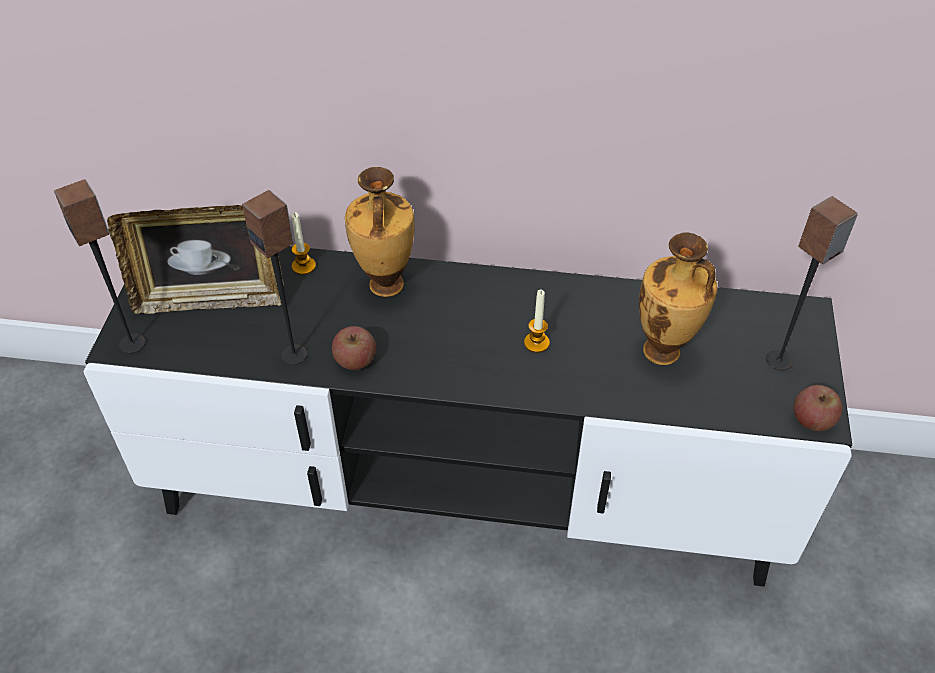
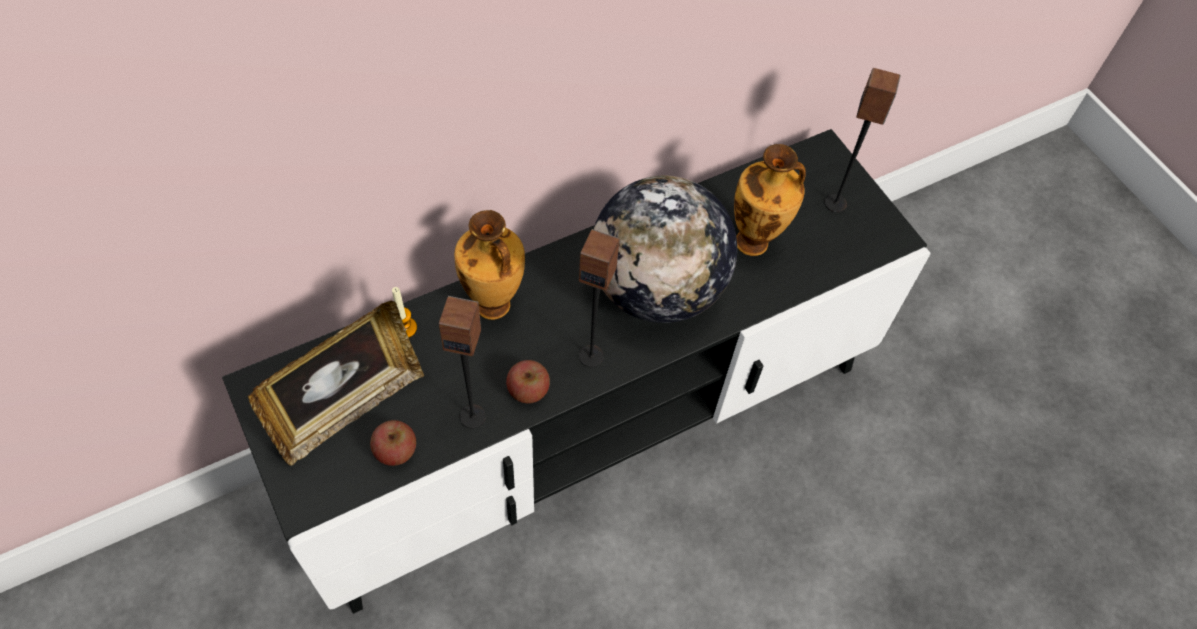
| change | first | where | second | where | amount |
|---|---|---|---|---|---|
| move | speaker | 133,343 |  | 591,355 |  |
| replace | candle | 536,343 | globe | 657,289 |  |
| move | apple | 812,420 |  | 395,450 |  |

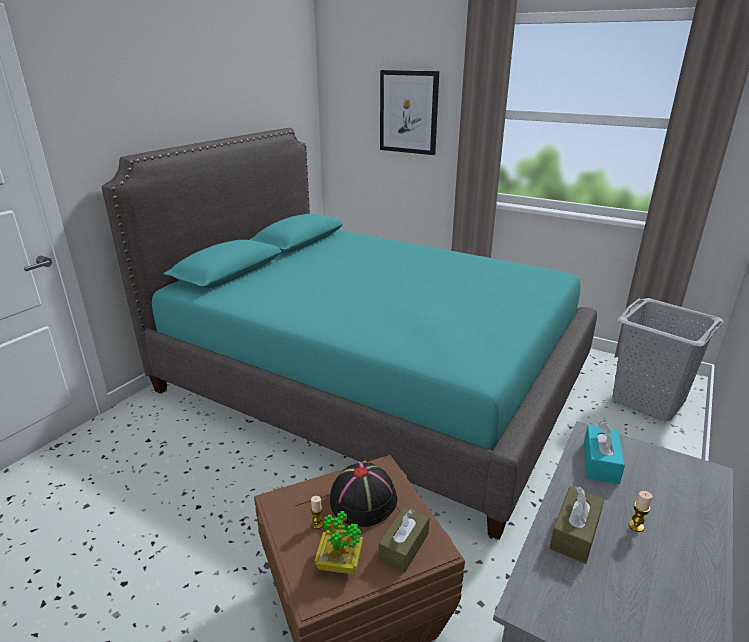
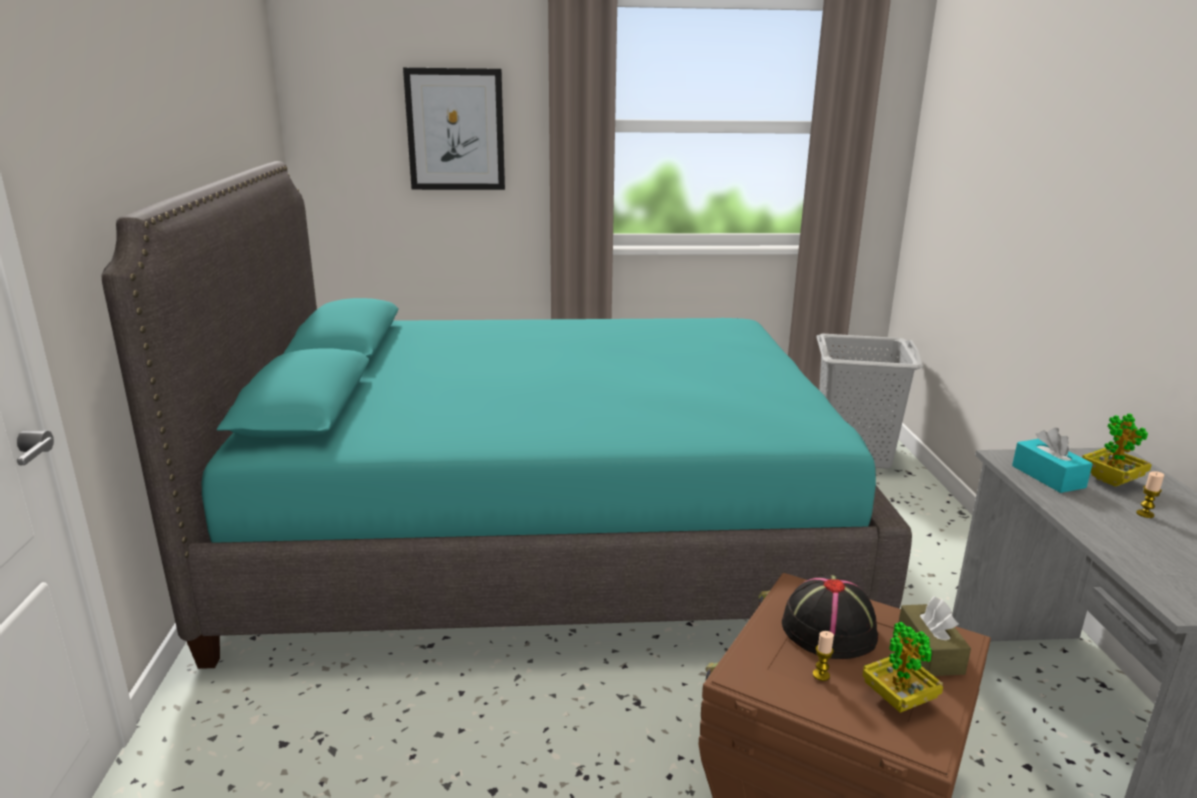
| change | first | where | second | where | amount |
|---|---|---|---|---|---|
| delete | brown tissue box | 574,533 |  |  |  |
| insert |  |  | potted plant | 1111,480 |  |

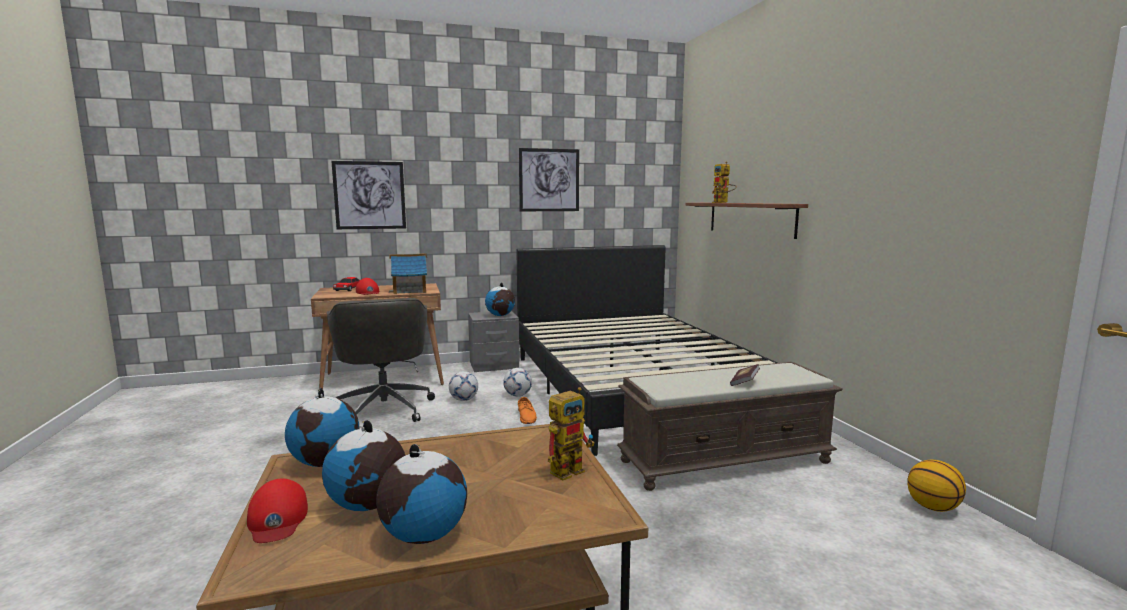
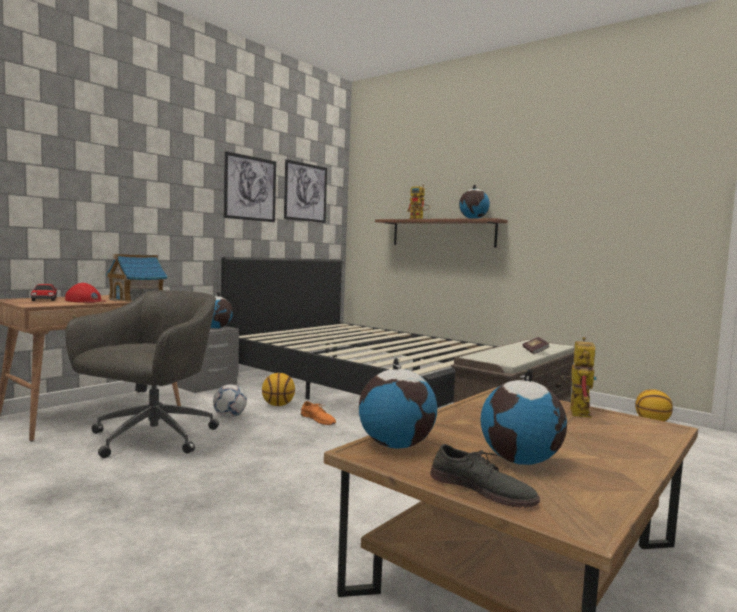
| change | first | where | second | where | amount |
|---|---|---|---|---|---|
| move | picture | 369,195 |  | 305,192 |  |
| rotate | grey office chair | 384,408 |  | 150,438 | 105 degrees counterclockwise |
| replace | football | 518,395 | basketball | 278,405 |  |
| move | globe | 423,535 |  | 473,219 |  |
| replace | red cap | 277,519 | grey shoe | 482,489 |  |

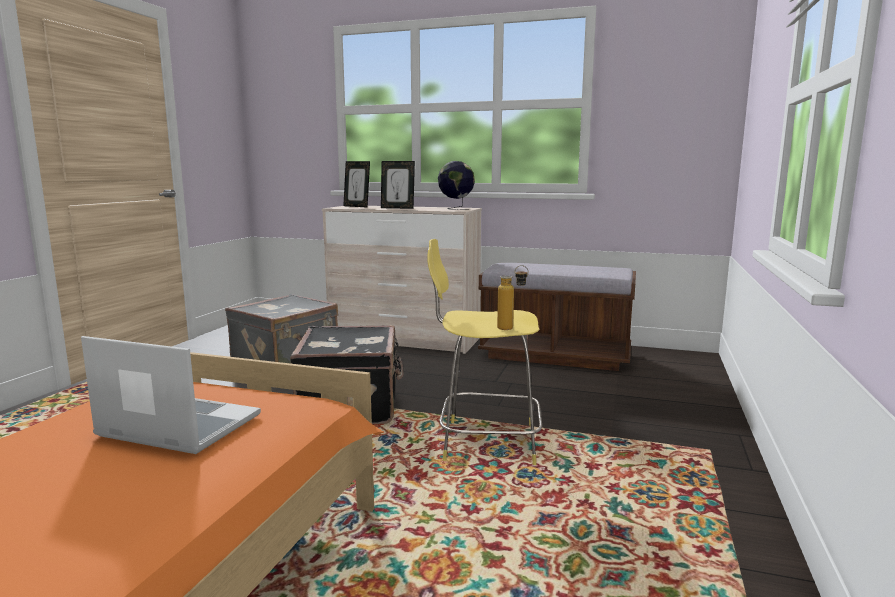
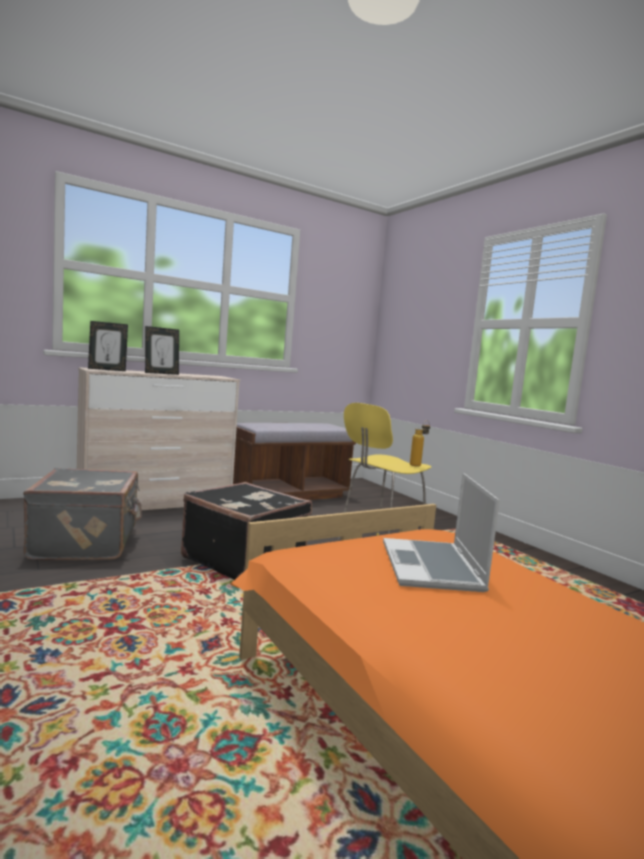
| change | first | where | second | where | amount |
|---|---|---|---|---|---|
| delete | globe | 456,208 |  |  |  |
| rotate | laptop | 176,427 |  | 433,568 | 60 degrees counterclockwise |

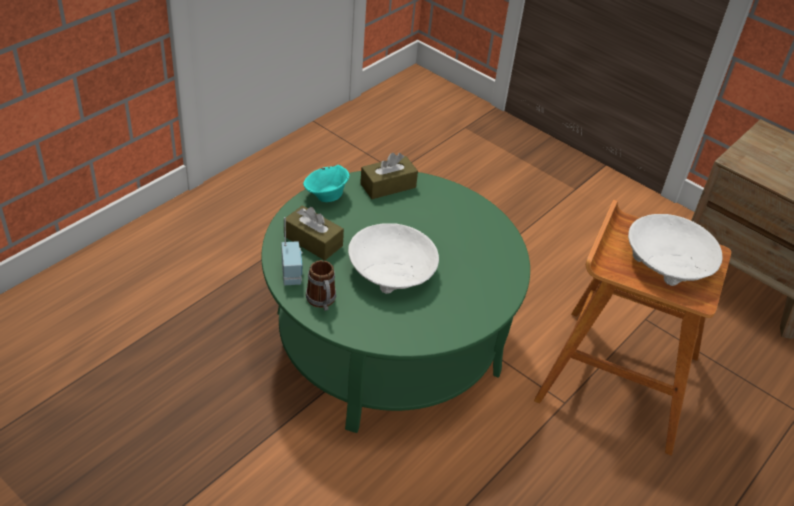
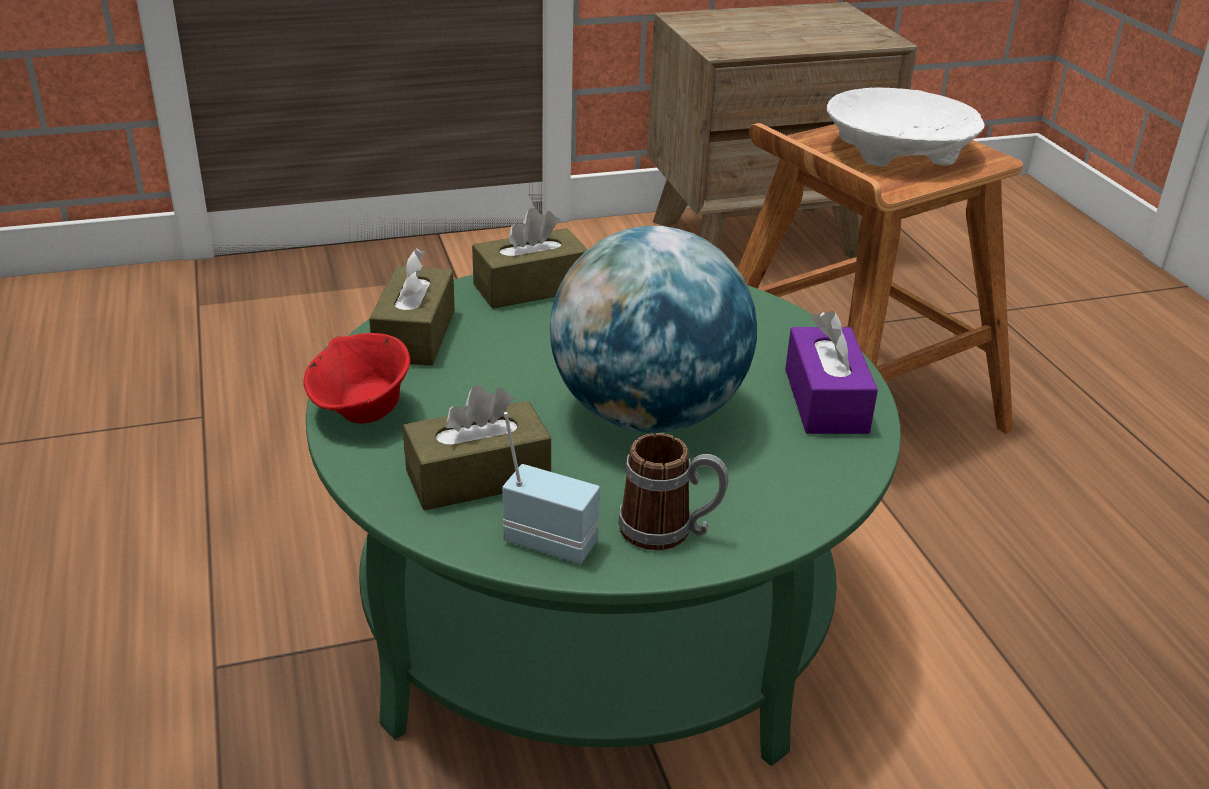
| change | first | where | second | where | amount |
|---|---|---|---|---|---|
| recolor | turquoise bowl | 326,196 | red bowl | 362,412 |  |
| replace | white bowl | 392,269 | globe | 647,415 |  |
| insert |  |  | brown tissue box | 530,287 |  |
| insert |  |  | purple tissue box | 825,400 |  |

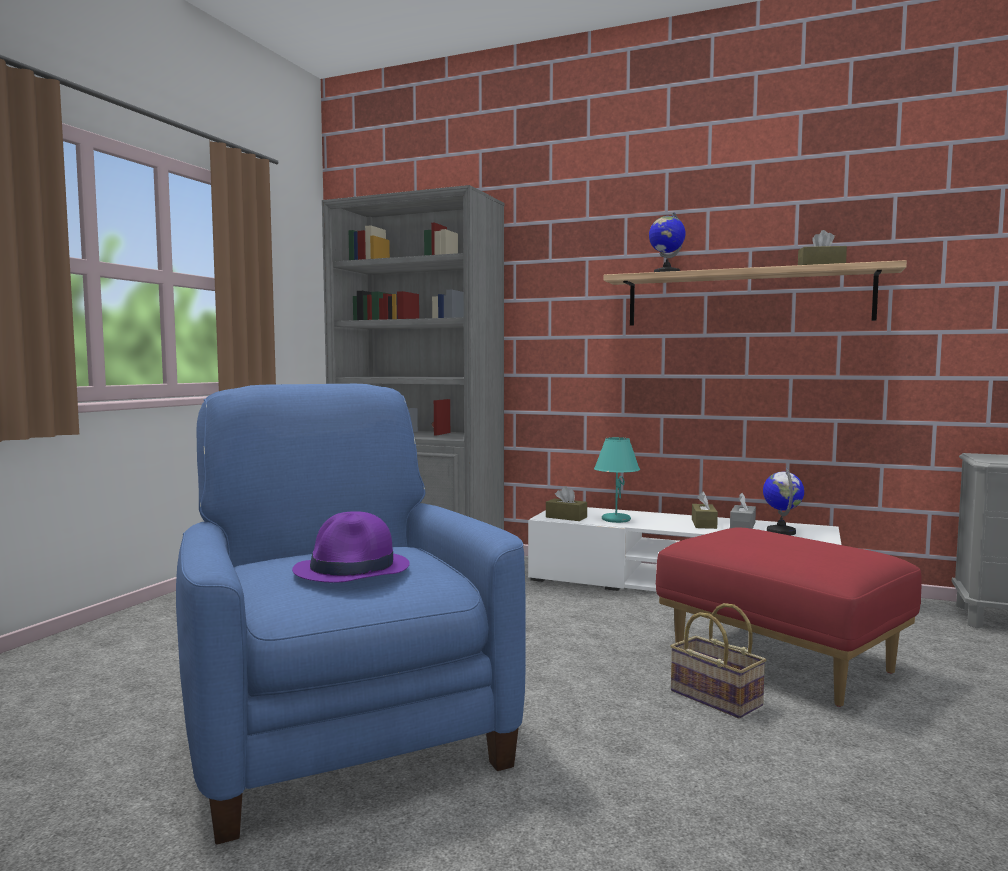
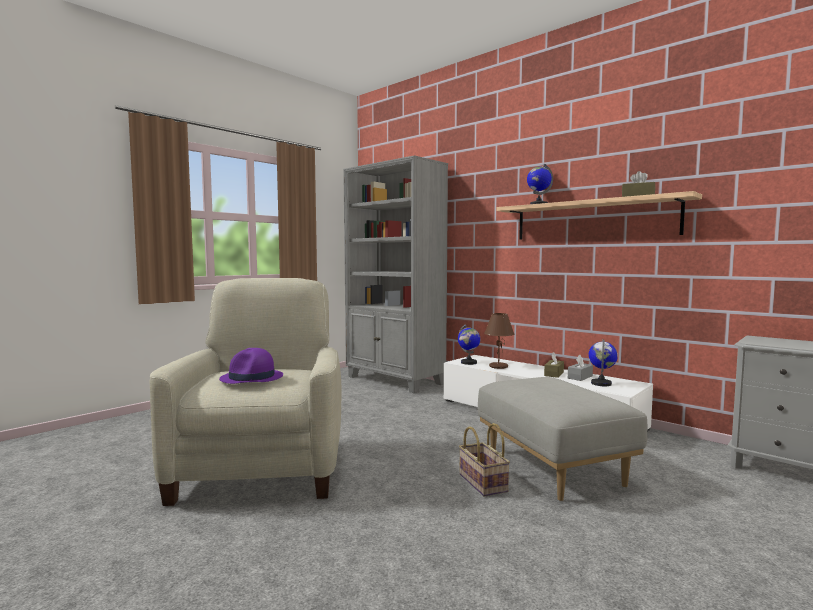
| change | first | where | second | where | amount |
|---|---|---|---|---|---|
| recolor | blue armchair | 343,733 | beige armchair | 263,467 |  |
| recolor | turquoise table lamp | 615,519 | brown table lamp | 498,366 |  |
| replace | brown tissue box | 566,517 | globe | 468,363 |  |
| recolor | red ottoman | 778,660 | grey ottoman | 551,467 |  |

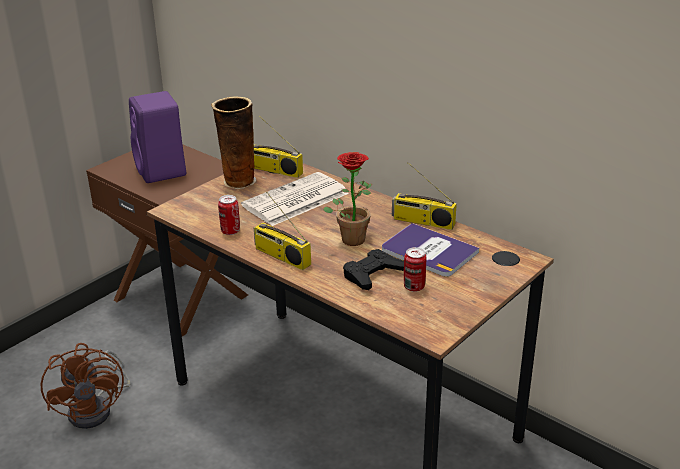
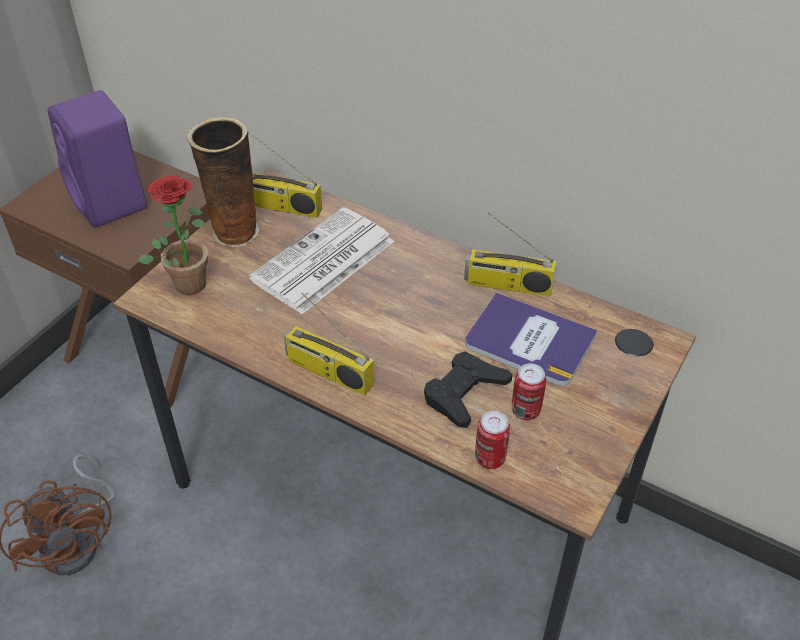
| change | first | where | second | where | amount |
|---|---|---|---|---|---|
| move | potted plant | 351,237 |  | 188,279 |  |
| move | can | 230,231 |  | 490,458 |  |

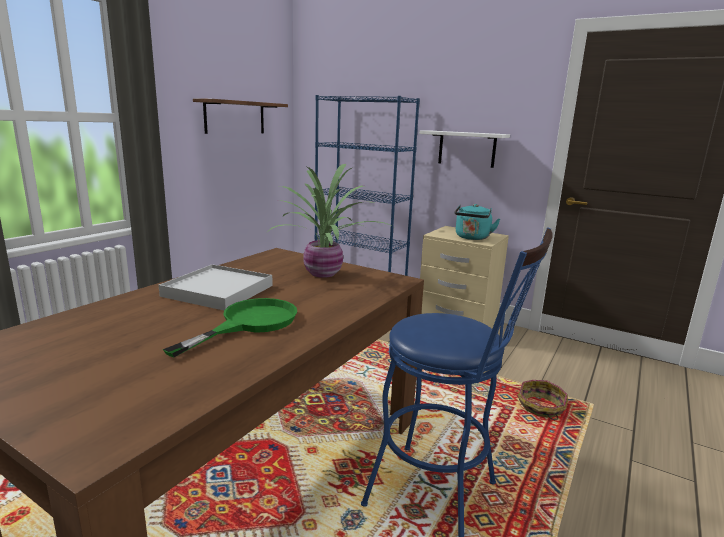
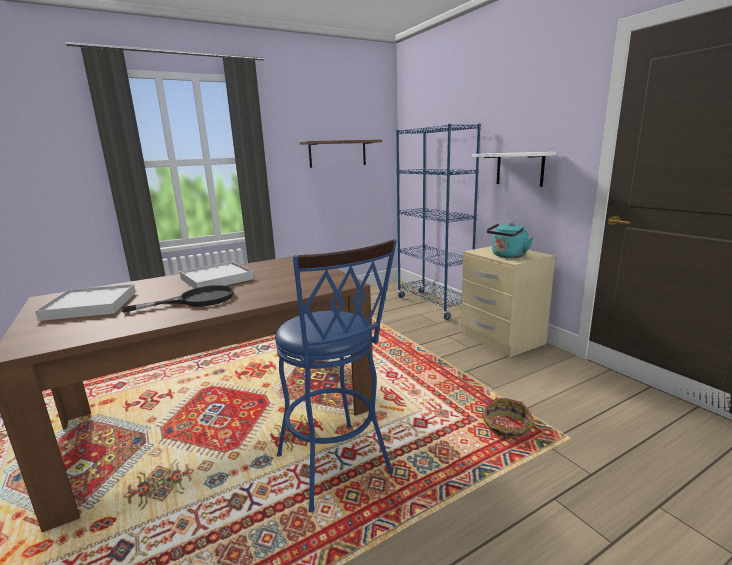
| change | first | where | second | where | amount |
|---|---|---|---|---|---|
| delete | potted plant | 325,274 |  |  |  |
| recolor | green frying pan | 249,323 | black frying pan | 197,300 |  |
| insert |  |  | white tray | 90,305 |  |

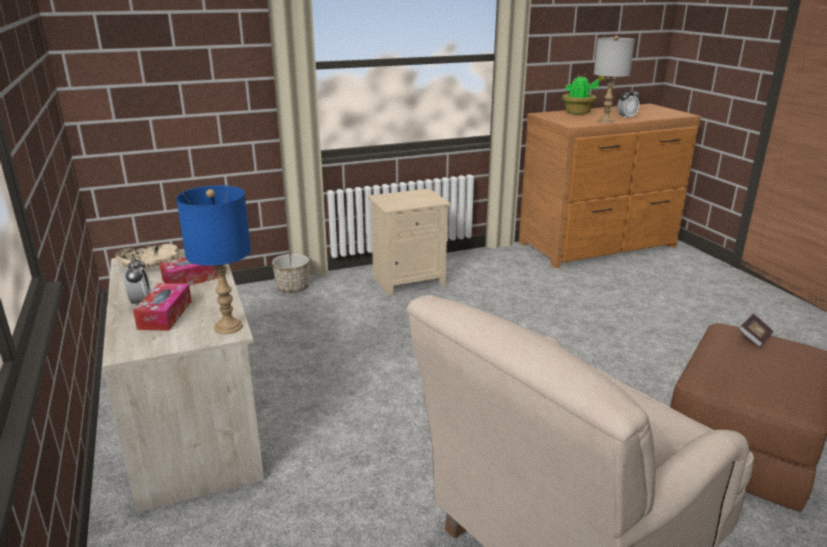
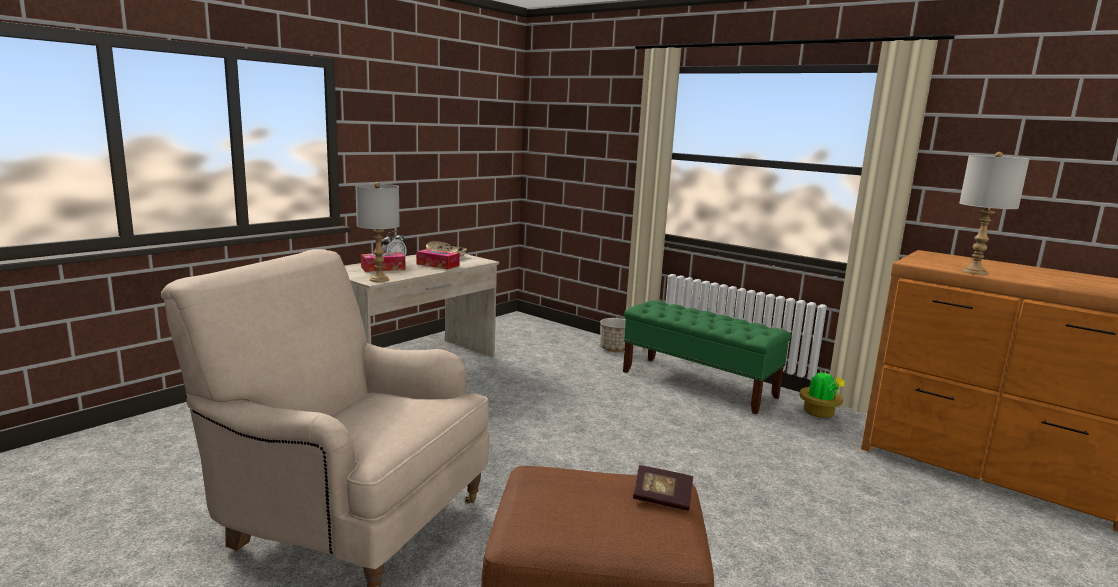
| change | first | where | second | where | amount |
|---|---|---|---|---|---|
| move | potted plant | 579,112 |  | 819,413 |  |
| delete | alarm clock | 626,117 |  |  |  |
| recolor | blue table lamp | 228,327 | grey table lamp | 379,280 |  |
| replace | beige nightstand | 409,280 | green bench | 698,384 |  |

